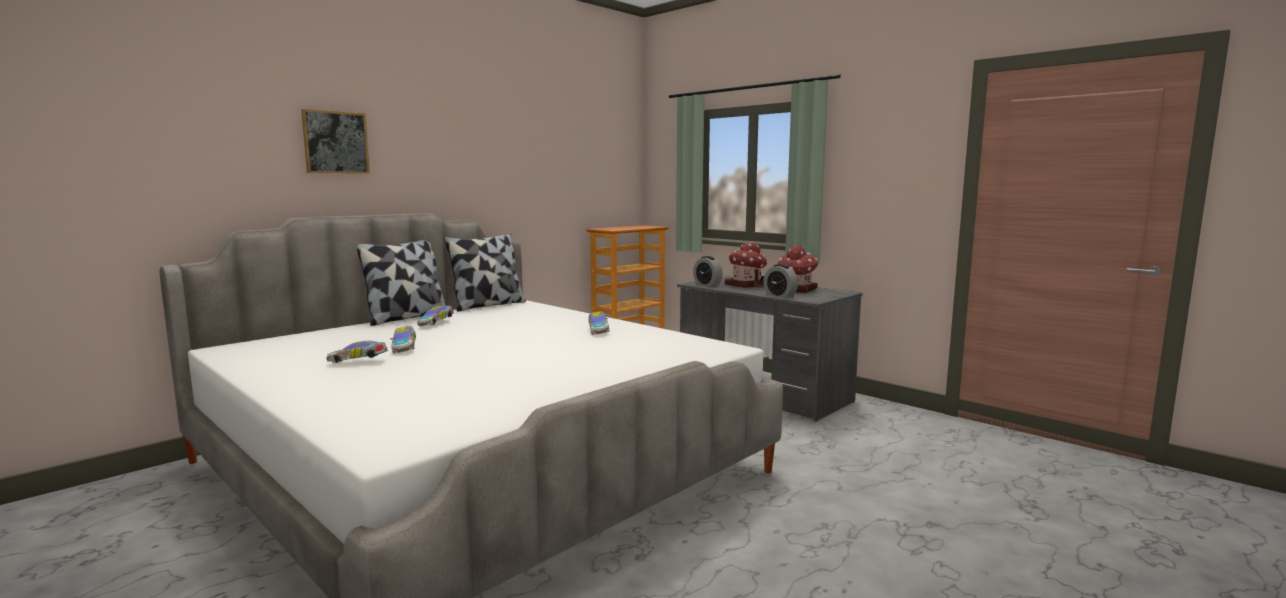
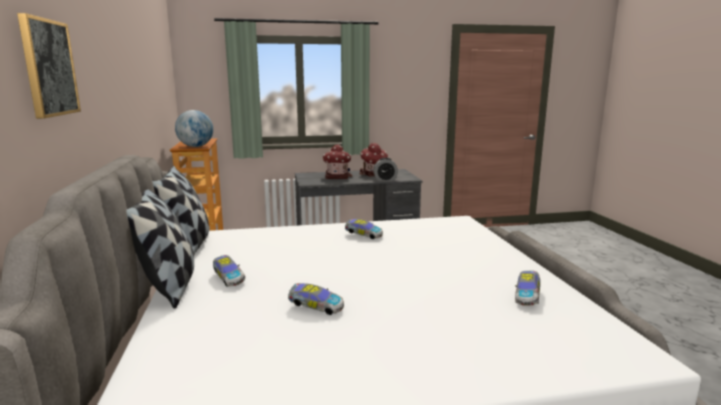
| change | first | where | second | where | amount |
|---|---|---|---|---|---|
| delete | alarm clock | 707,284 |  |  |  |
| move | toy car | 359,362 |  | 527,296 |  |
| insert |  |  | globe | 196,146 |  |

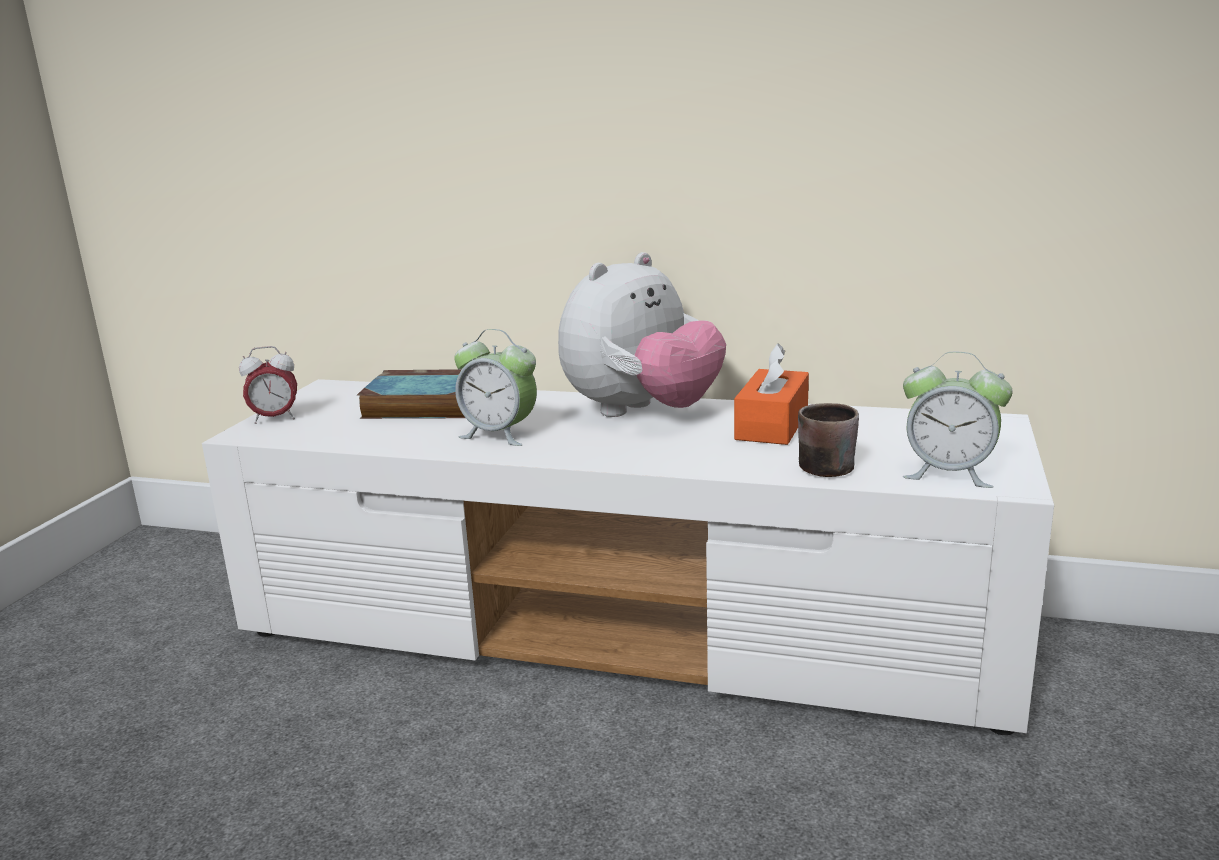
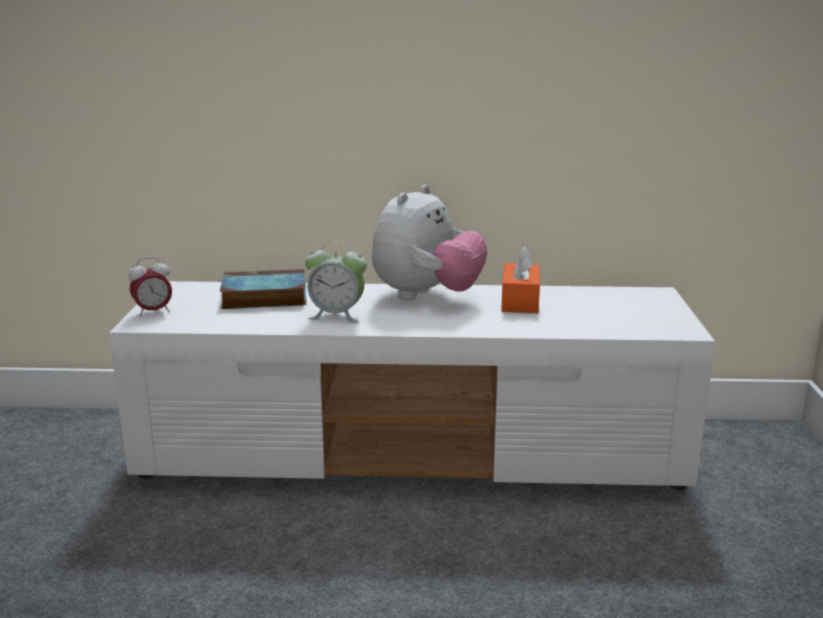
| change | first | where | second | where | amount |
|---|---|---|---|---|---|
| delete | alarm clock | 949,474 |  |  |  |
| delete | brown mug | 818,464 |  |  |  |

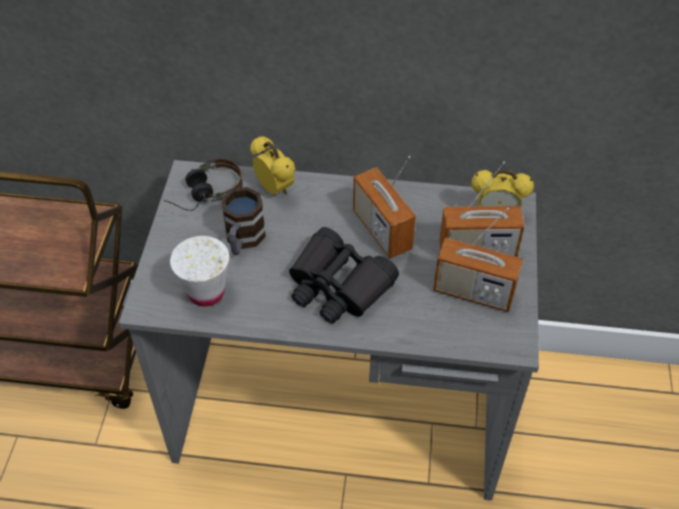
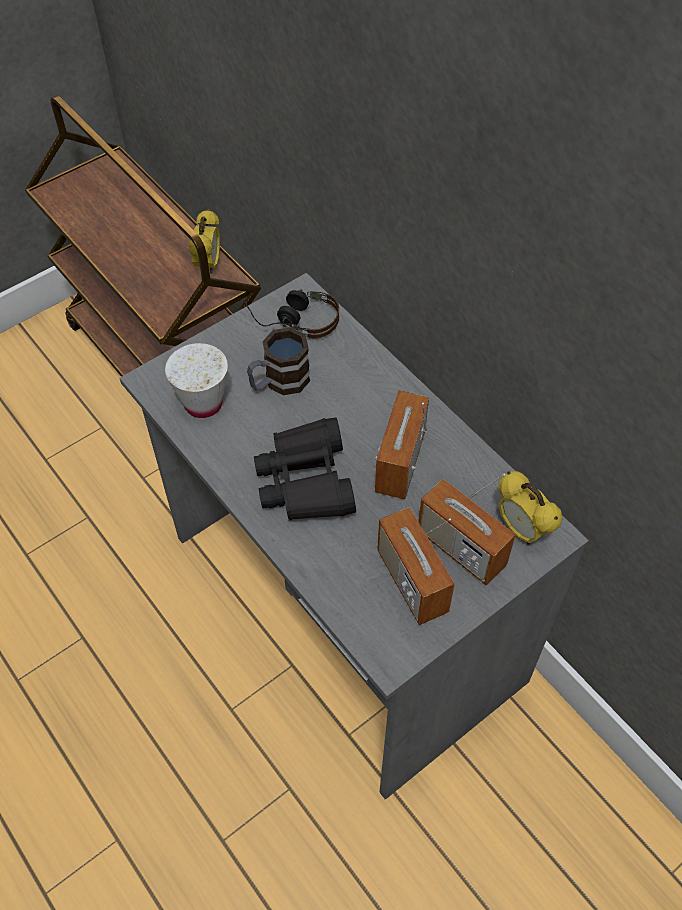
| change | first | where | second | where | amount |
|---|---|---|---|---|---|
| move | alarm clock | 275,189 |  | 209,265 |  |

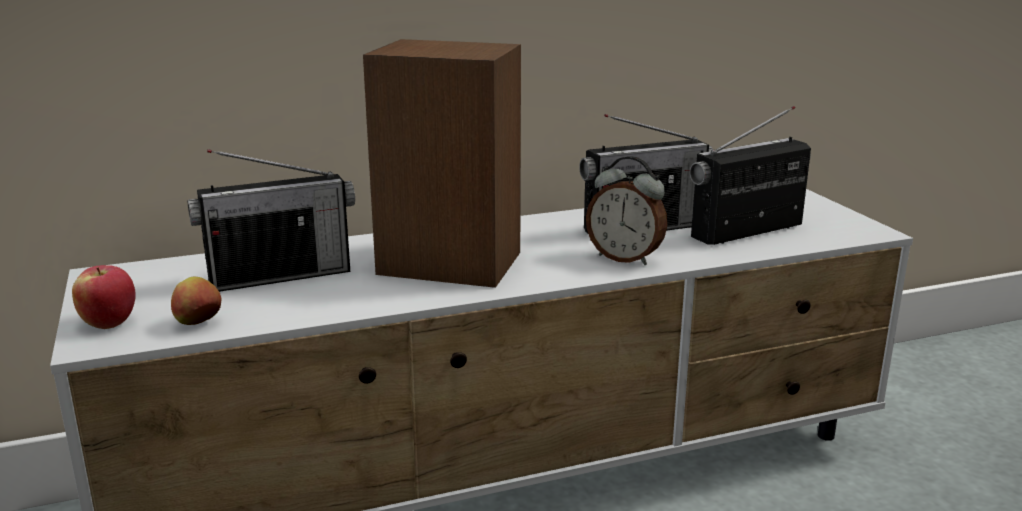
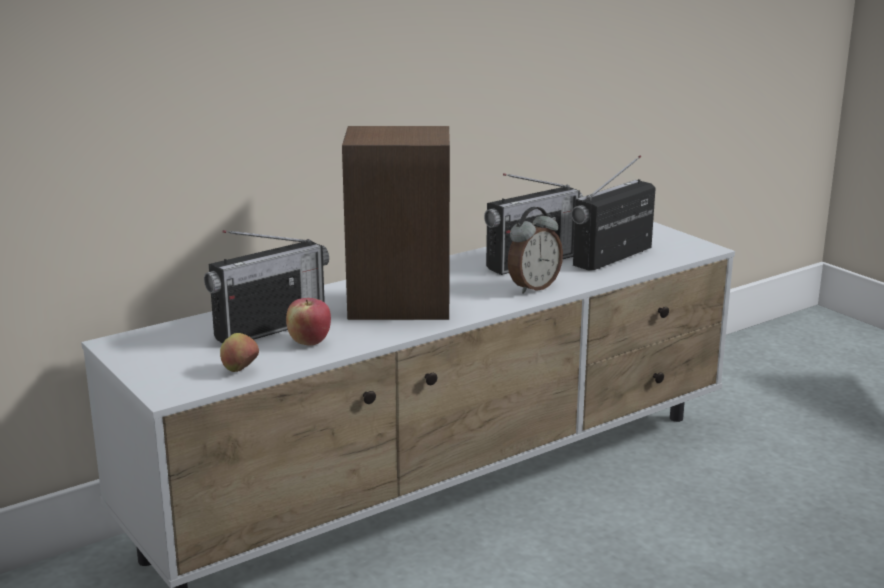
| change | first | where | second | where | amount |
|---|---|---|---|---|---|
| rotate | alarm clock | 625,258 |  | 532,287 | 60 degrees counterclockwise |
| move | apple | 109,323 |  | 309,342 |  |

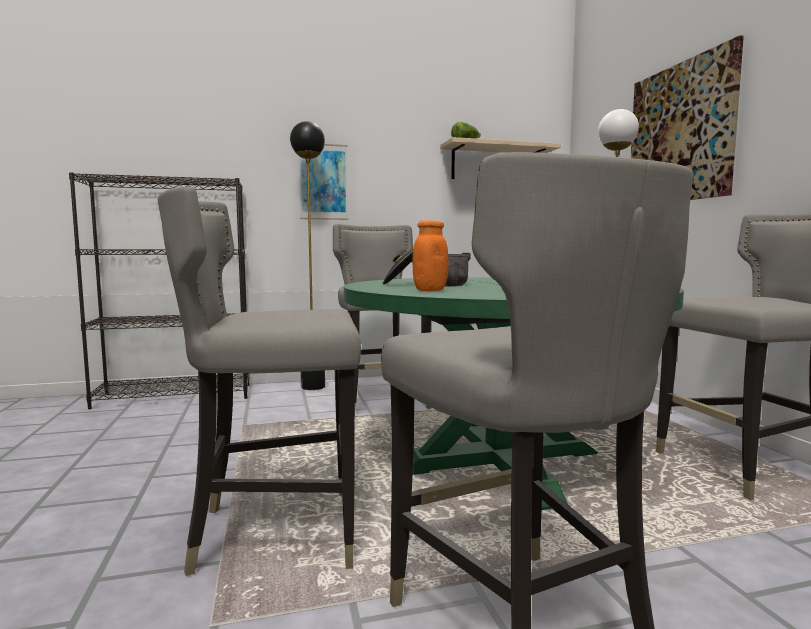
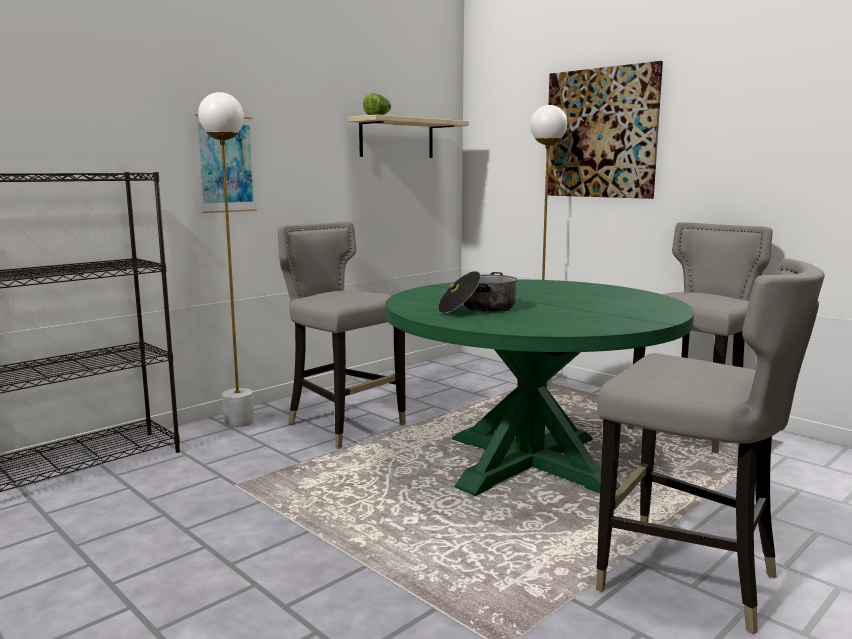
| change | first | where | second | where | amount |
|---|---|---|---|---|---|
| recolor | black floor lamp | 313,387 | white floor lamp | 239,422 |  |
| delete | grey stool | 275,532 |  |  |  |
| delete | orange jar | 430,290 |  |  |  |

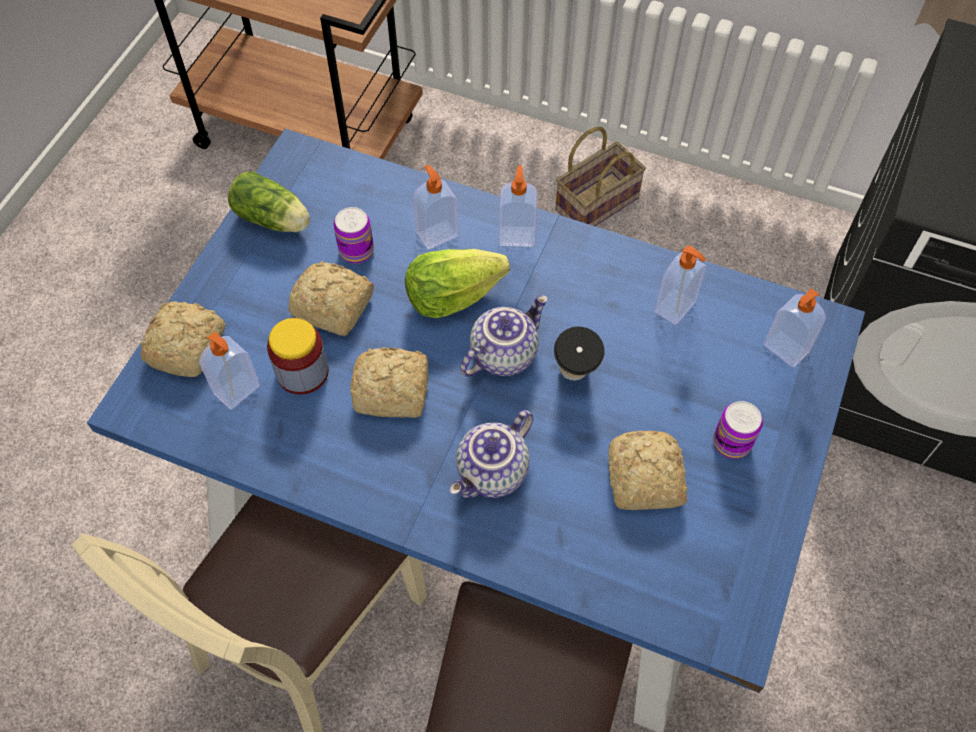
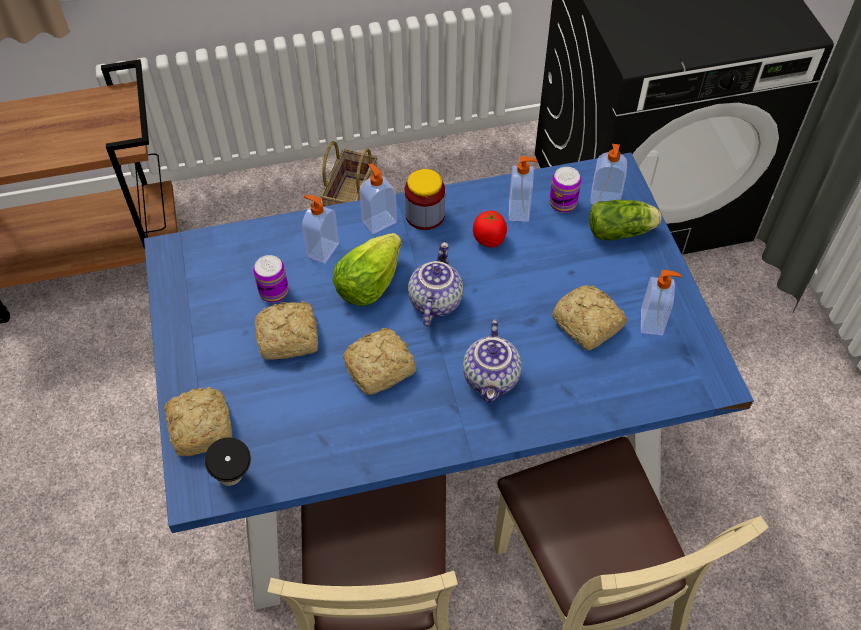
| change | first | where | second | where | amount |
|---|---|---|---|---|---|
| move | lettuce | 274,220 |  | 622,231 |  |
| move | jar | 302,372 |  | 425,215 |  |
| move | cup | 574,377 |  | 235,481 |  |
| move | soap dispenser | 238,391 |  | 653,322 |  |
| move | can | 731,443 |  | 562,203 |  |
| insert |  |  | tomato | 489,240 |  |

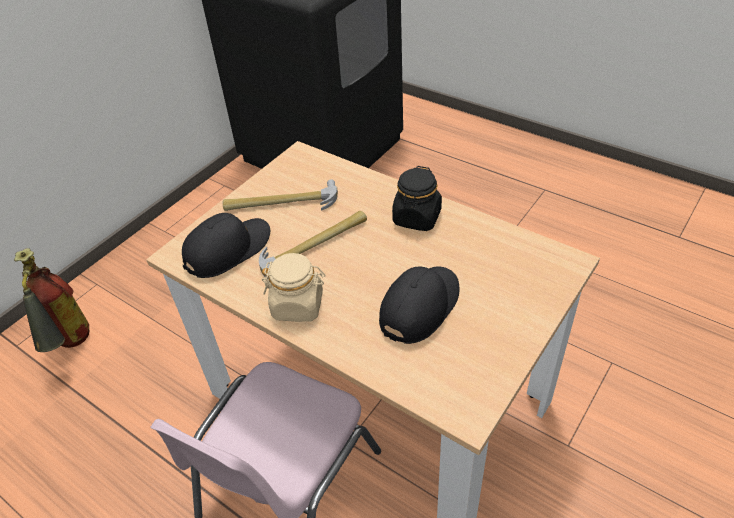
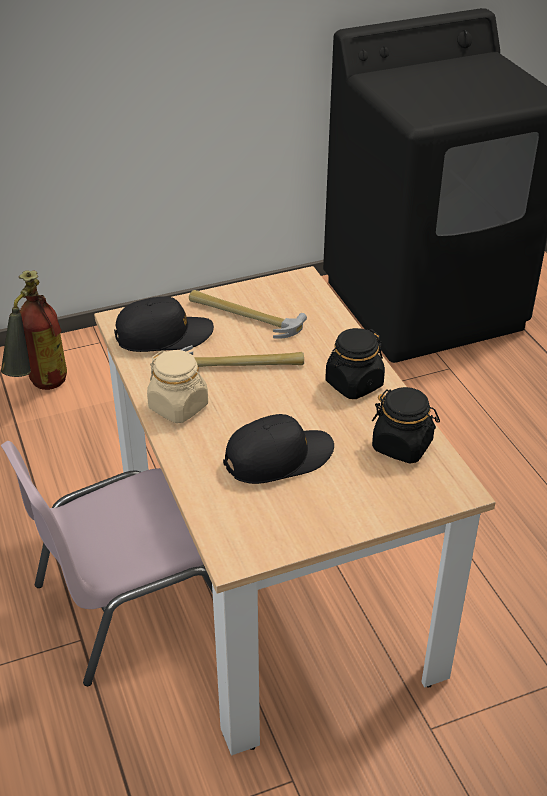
| change | first | where | second | where | amount |
|---|---|---|---|---|---|
| insert |  |  | black jar | 402,445 |  |

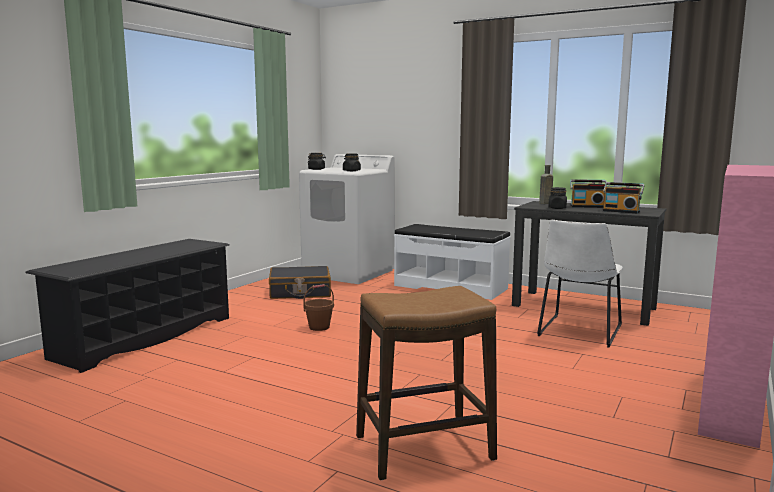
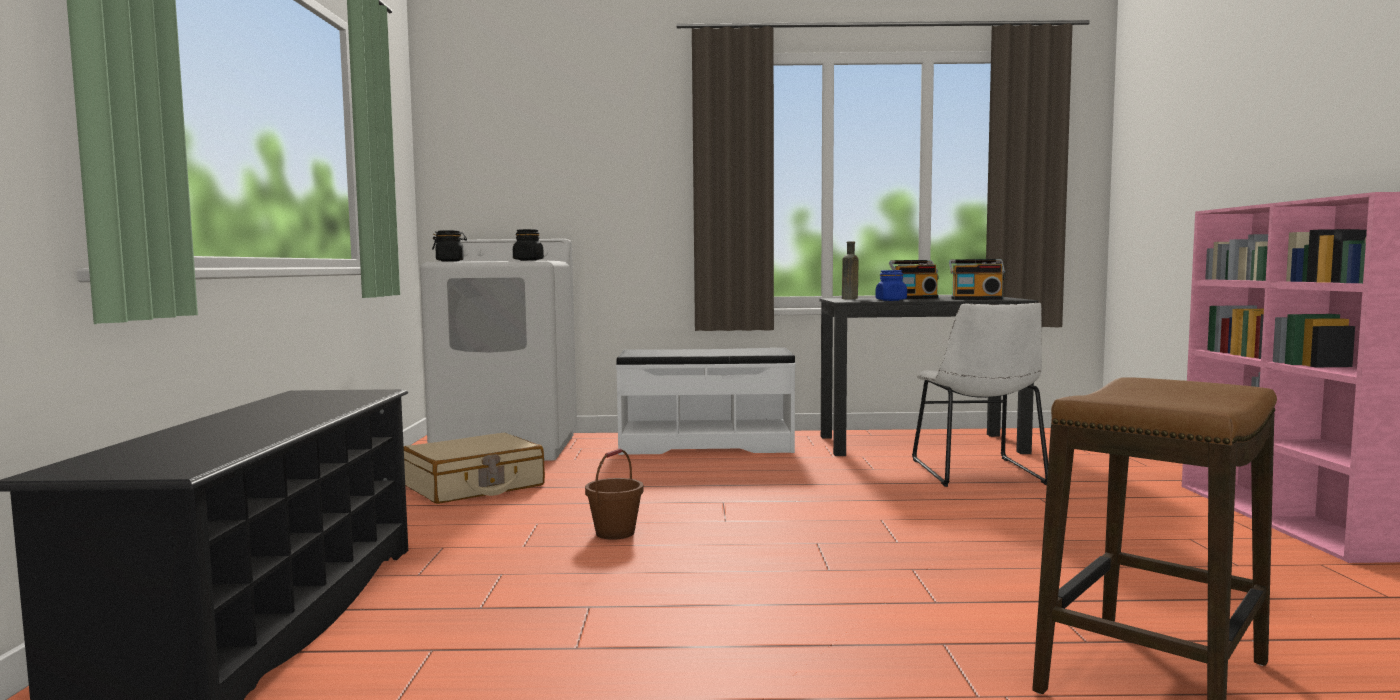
| change | first | where | second | where | amount |
|---|---|---|---|---|---|
| recolor | black jar | 557,208 | blue jar | 891,300 |  |
| recolor | black suitcase | 300,292 | beige suitcase | 474,486 |  |

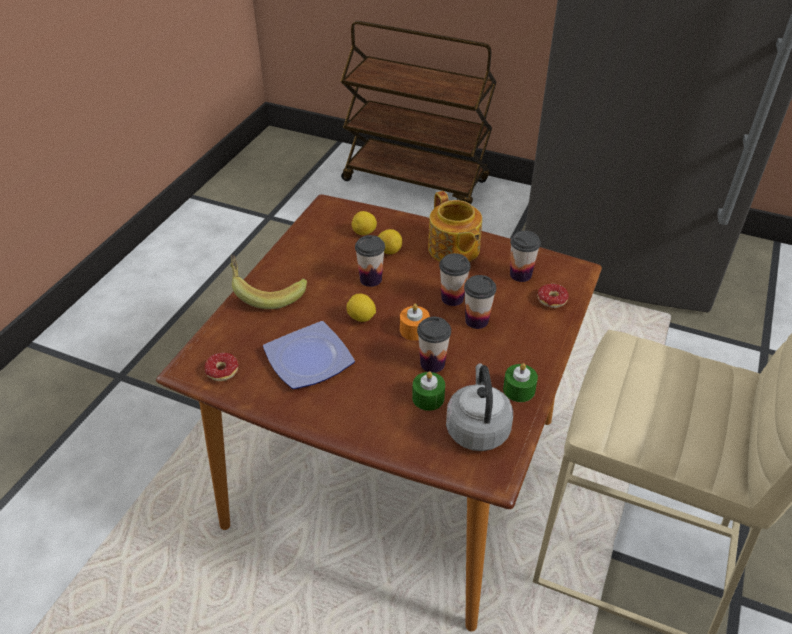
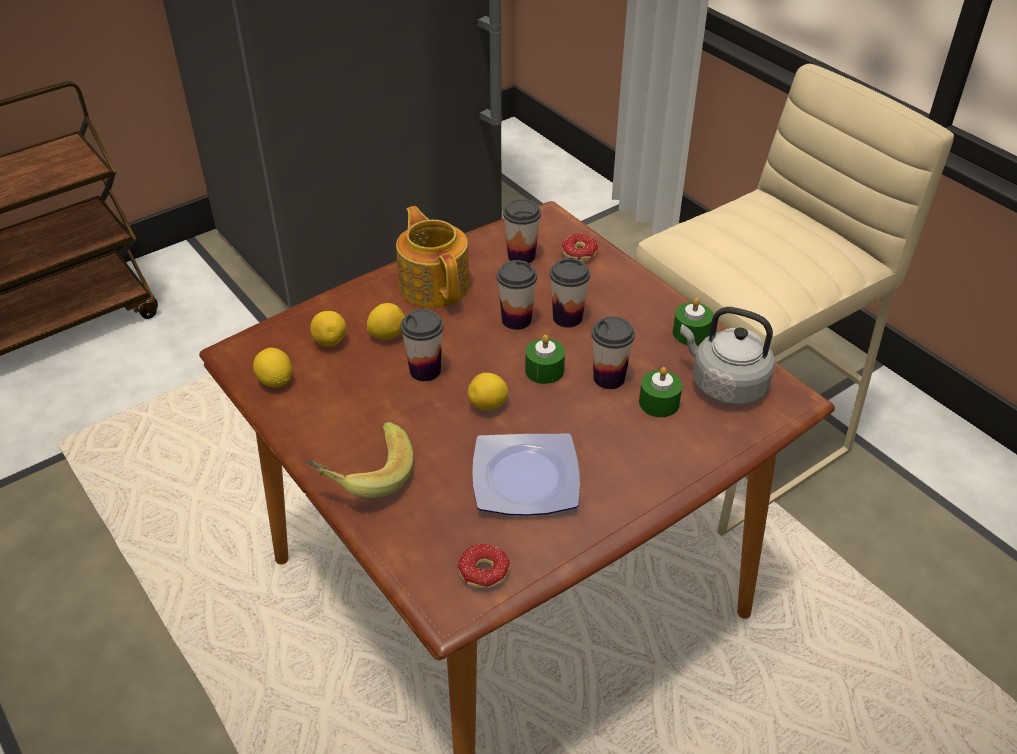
| change | first | where | second | where | amount |
|---|---|---|---|---|---|
| rotate | teapot | 453,250 |  | 434,284 | 120 degrees counterclockwise |
| recolor | orange candle | 414,330 | green candle | 544,370 |  |
| insert |  |  | lemon | 275,381 |  |

